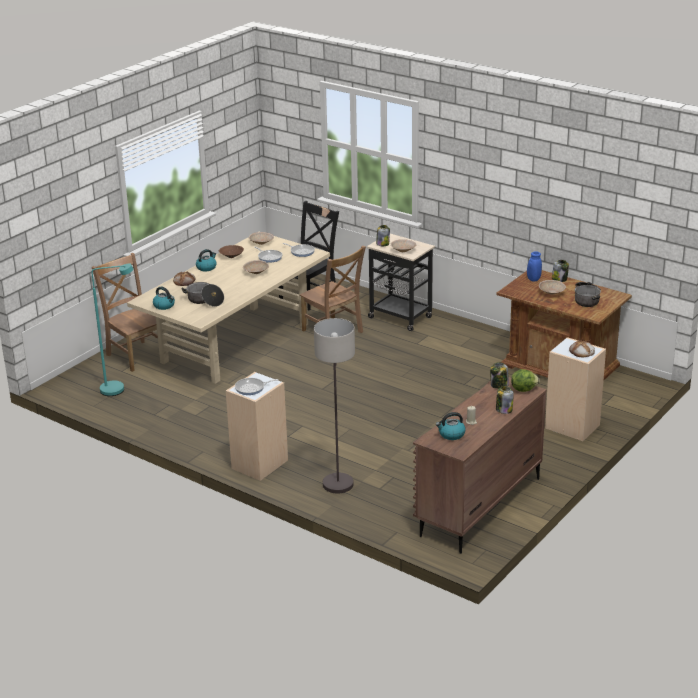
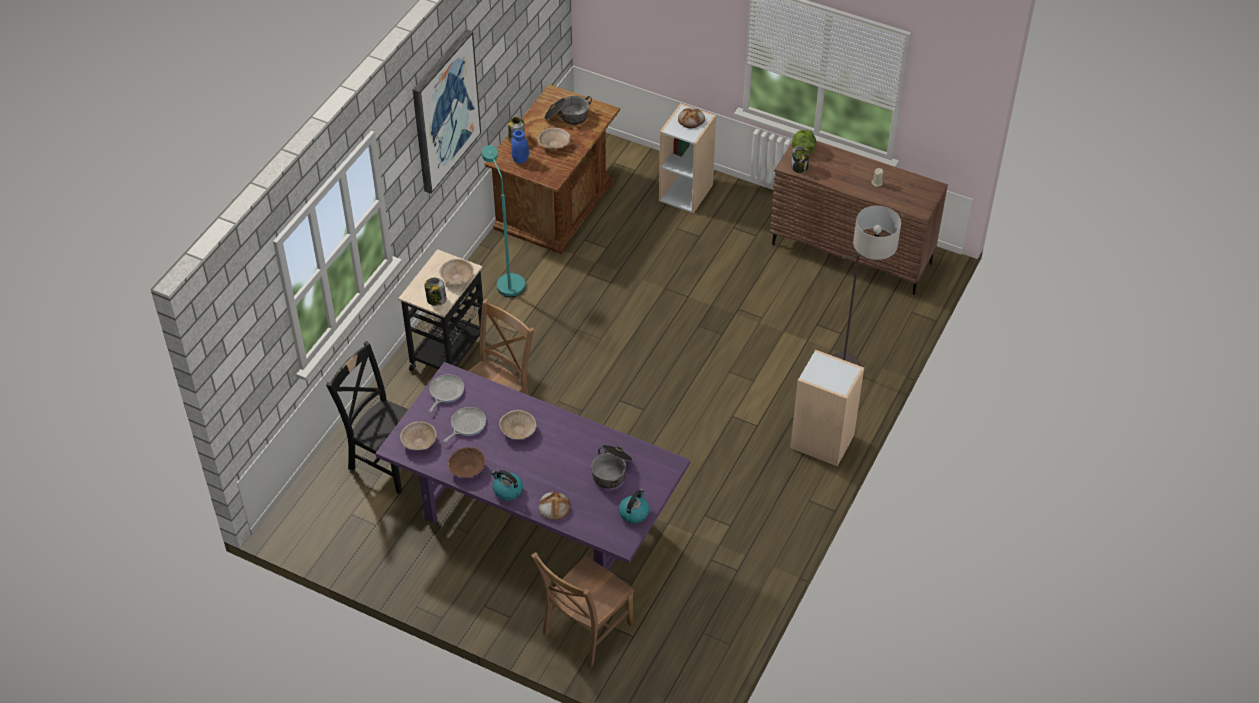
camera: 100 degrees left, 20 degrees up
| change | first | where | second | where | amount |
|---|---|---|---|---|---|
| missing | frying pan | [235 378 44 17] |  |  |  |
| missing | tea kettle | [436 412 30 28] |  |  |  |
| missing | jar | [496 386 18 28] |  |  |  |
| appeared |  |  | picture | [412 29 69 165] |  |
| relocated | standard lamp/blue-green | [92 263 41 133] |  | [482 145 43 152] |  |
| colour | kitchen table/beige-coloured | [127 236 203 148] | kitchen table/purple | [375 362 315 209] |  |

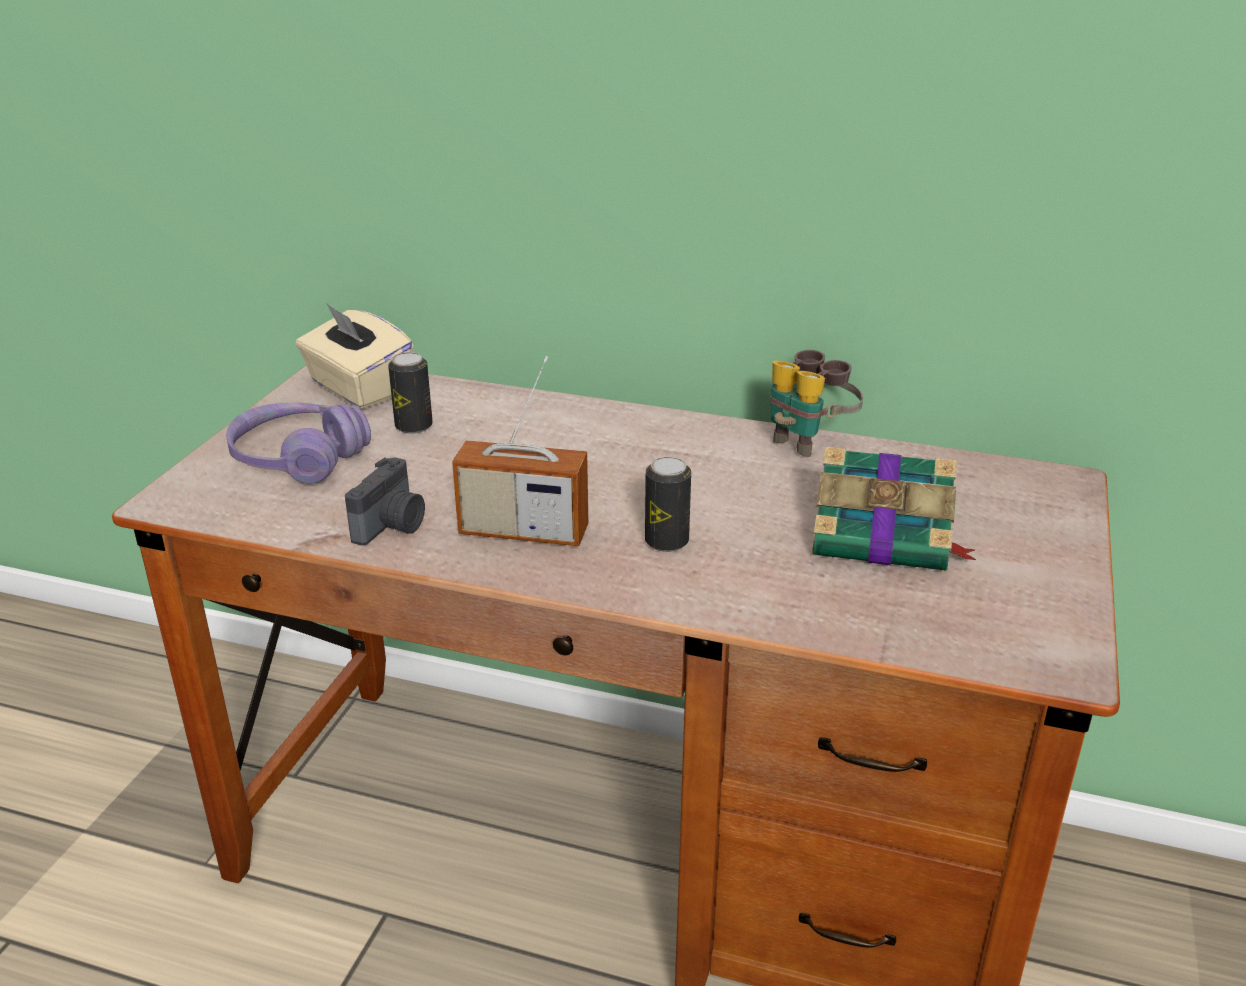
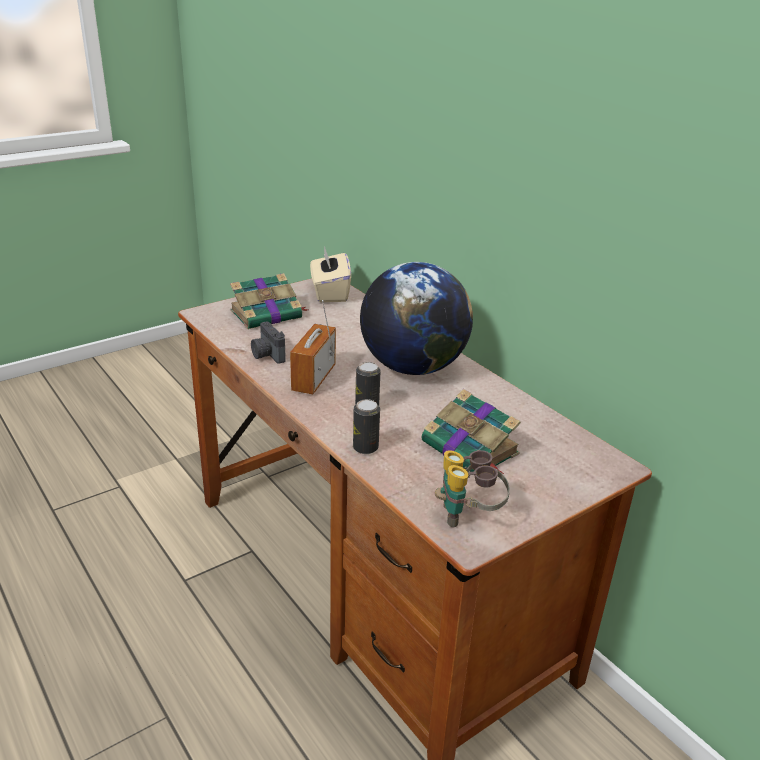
camera: 35 degrees right, 0 degrees up
| change | first | where | second | where | amount |
|---|---|---|---|---|---|
| appeared |  |  | globe | [360 262 113 113] |  |
| relocated | can | [388 352 45 82] |  | [353 399 27 55] |  |
| relocated | binoculars | [771 350 92 107] |  | [435 450 75 78] |  |
| exchanged | headphones/purple | [226 402 145 82] | bound book | [230 273 78 56] |  |
| spun | photo camera | [345 458 80 87] |  | [251 321 35 43] | 90 degrees clockwise |
| spun | radio set | [452 356 136 190] |  | [290 300 46 94] | 60 degrees clockwise |

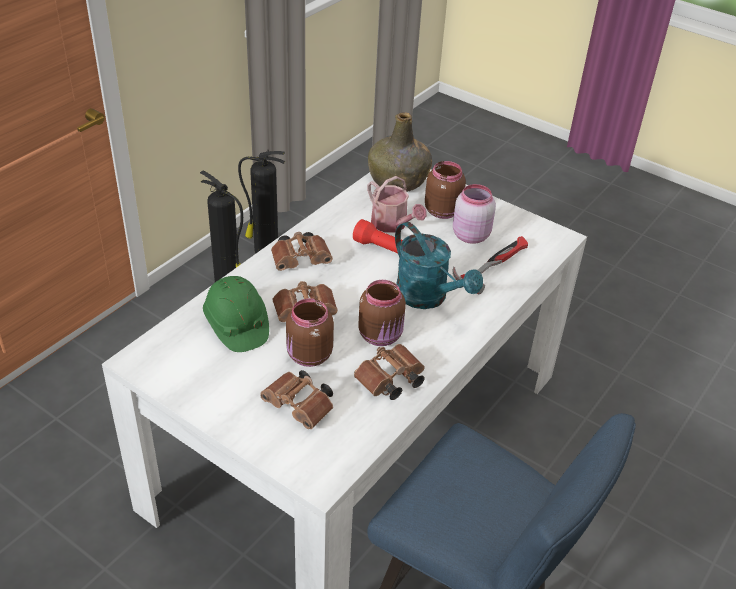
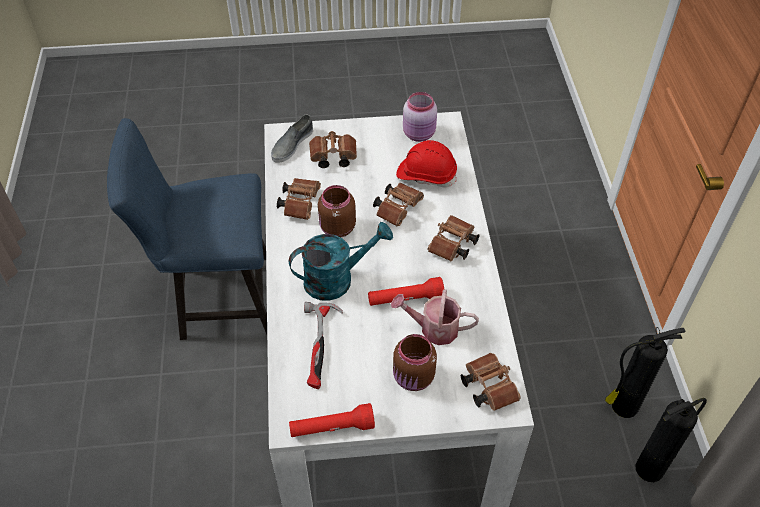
camera: 140 degrees right, 10 degrees up
| change | first | where | second | where | amount |
|---|---|---|---|---|---|
| missing | jar/brown-coloured | [286 298 48 69] |  |  |  |
| appeared |  |  | low shoe/gray | [271 115 42 48] |  |
| appeared |  |  | hand torch/reddish | [289 403 86 34] |  |
| relocated | jar/pink-coloured | [453 184 43 60] |  | [403 92 34 50] |  |
| exchanged | drink bottle/green-coloured | [368 112 64 80] | binoculars/brown-coloured | [461 353 60 58] |  |
| colour | safety helmet/green-coloured | [203 276 66 76] | safety helmet/reddish | [396 140 61 48] |  |
| spun | watering can/blue-green | [395 222 88 87] |  | [289 222 104 79] | 150 degrees clockwise |

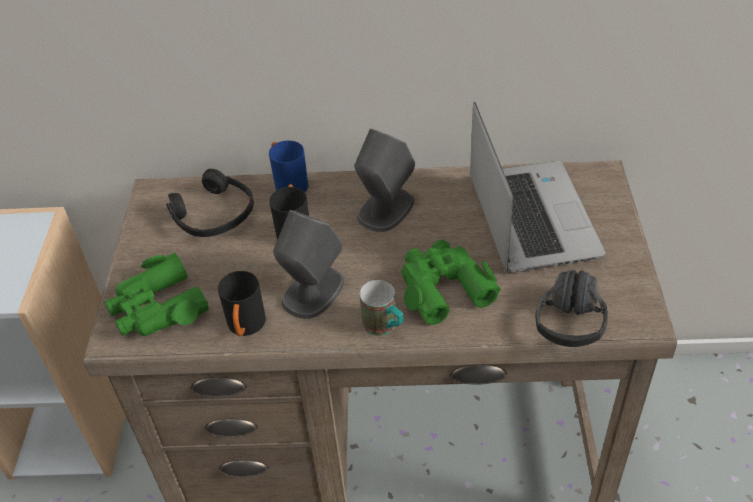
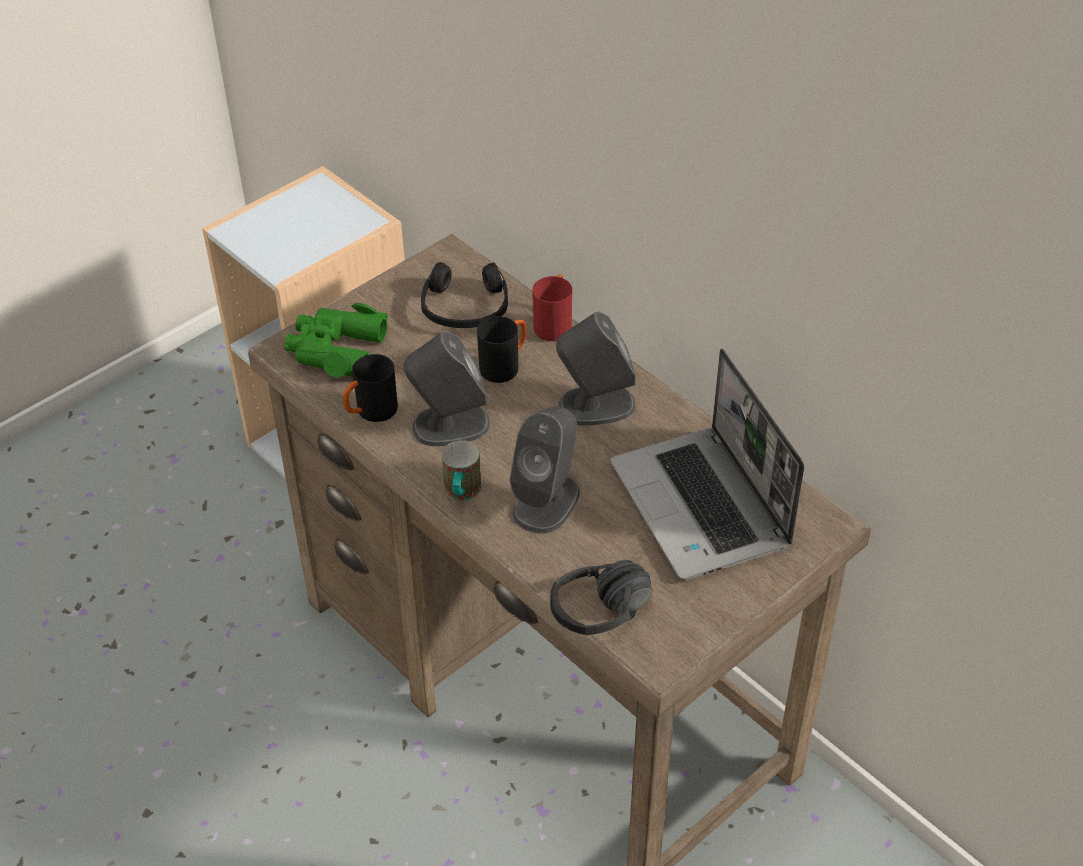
camera: 45 degrees right, 0 degrees up
| change | first | where | second | where | amount |
|---|---|---|---|---|---|
| exchanged | binoculars/green-coloured | [401 240 100 85] | audio speaker/gray | [510 406 70 128] |  |
| colour | coffee mug/blue-coloured | [269 141 39 51] | coffee mug/reddish | [532 274 40 67] |  |
| spun | notebook computer | [470 102 136 171] |  | [610 349 194 231] | 120 degrees clockwise |

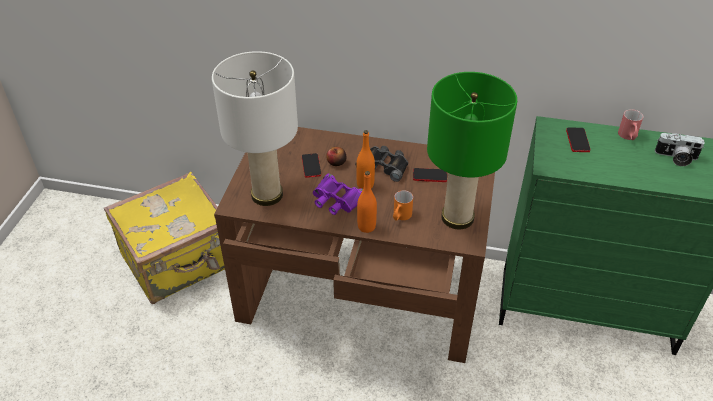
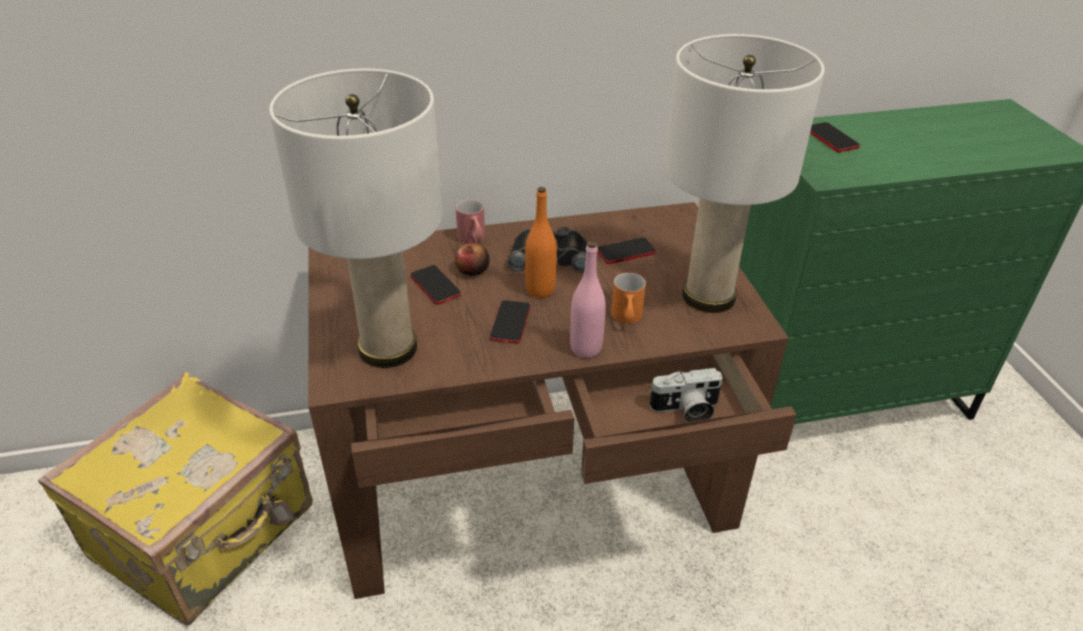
camera: 25 degrees left, 5 degrees down
| change | first | where | second | where | amount |
|---|---|---|---|---|---|
| relocated | coffee mug/reddish | [618 109 25 31] |  | [456 199 29 45] |  |
| relocated | photo camera | [655 133 50 33] |  | [649 368 74 54] |  |
| exchanged | binoculars/purple | [313 174 50 41] | handset | [490 300 40 44] |  |
| colour | drink bottle/orangey | [357 171 20 62] | drink bottle/pink-coloured | [570 241 36 117] |  |
| colour | tabletop lamp/green-coloured | [427 72 90 158] | tabletop lamp/whitish | [664 34 161 279] |  |

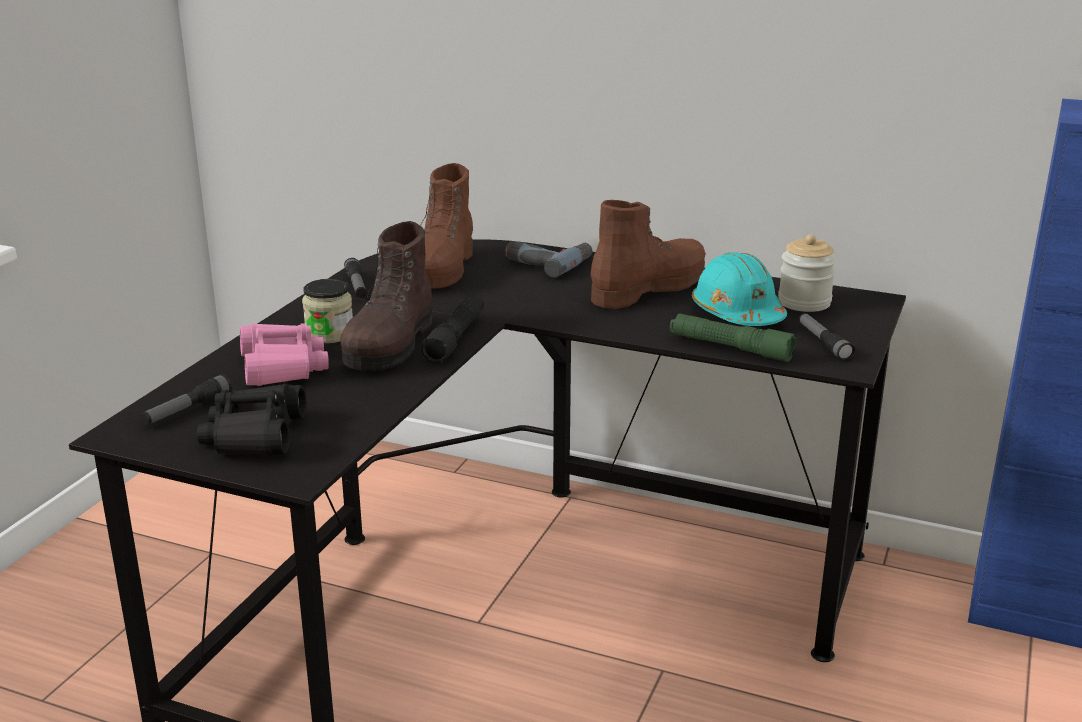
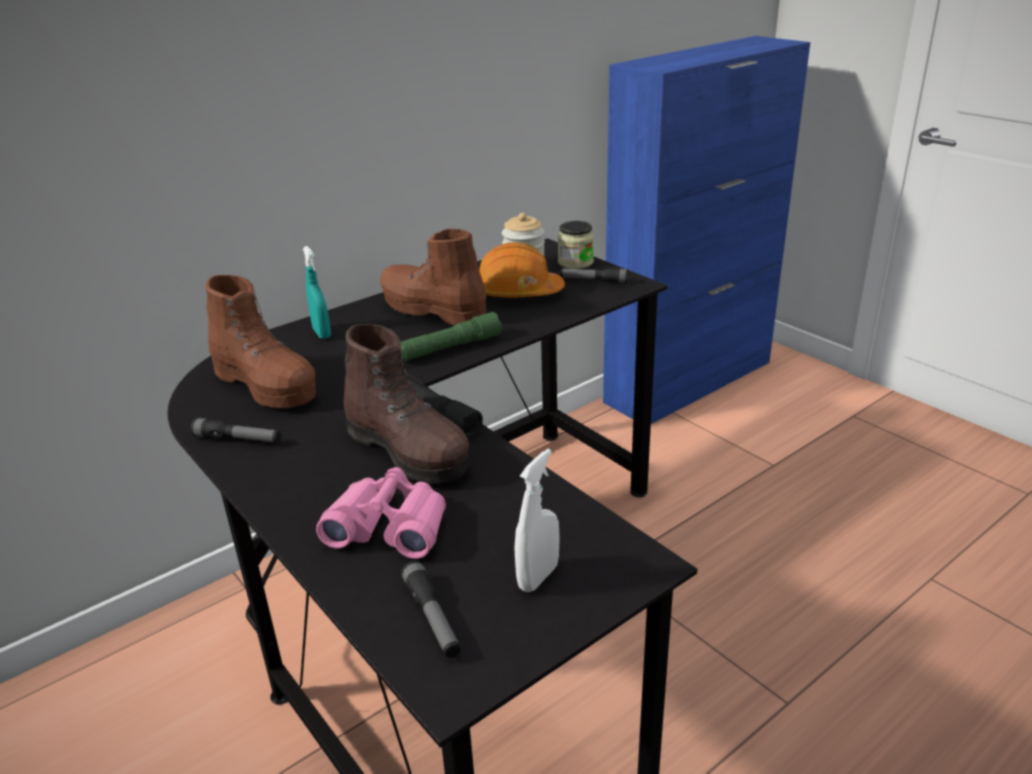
camera: 60 degrees left, 5 degrees up
| change | first | where | second | where | amount |
|---|---|---|---|---|---|
| relocated | jar | [302 279 51 64] |  | [558 221 36 48] |  |
| relocated | hand torch/green-coloured | [670 314 126 48] |  | [401 312 101 49] |  |
| exchanged | binoculars/black-coloured | [197 384 110 72] | spray bottle/whitish | [514 449 46 143] |  |
| exchanged | power drill | [505 241 88 36] | spray bottle/blue-green | [303 246 28 93] |  |
| colour | safety helmet/blue-green | [692 252 95 74] | safety helmet/orangey | [479 242 86 55] |  |
| spun | boot/brown-coloured | [591 200 115 109] |  | [380 229 107 96] | 45 degrees counterclockwise |

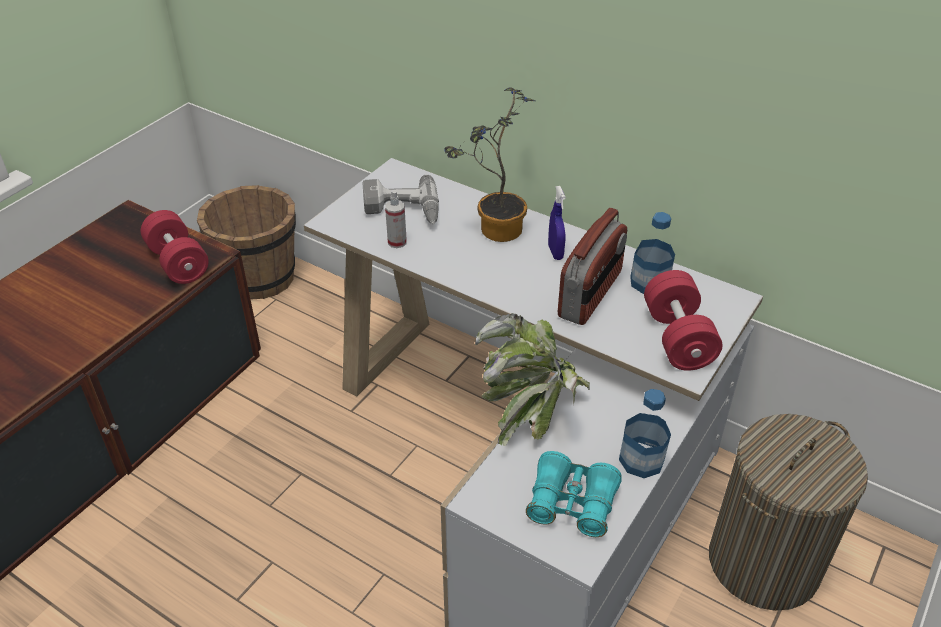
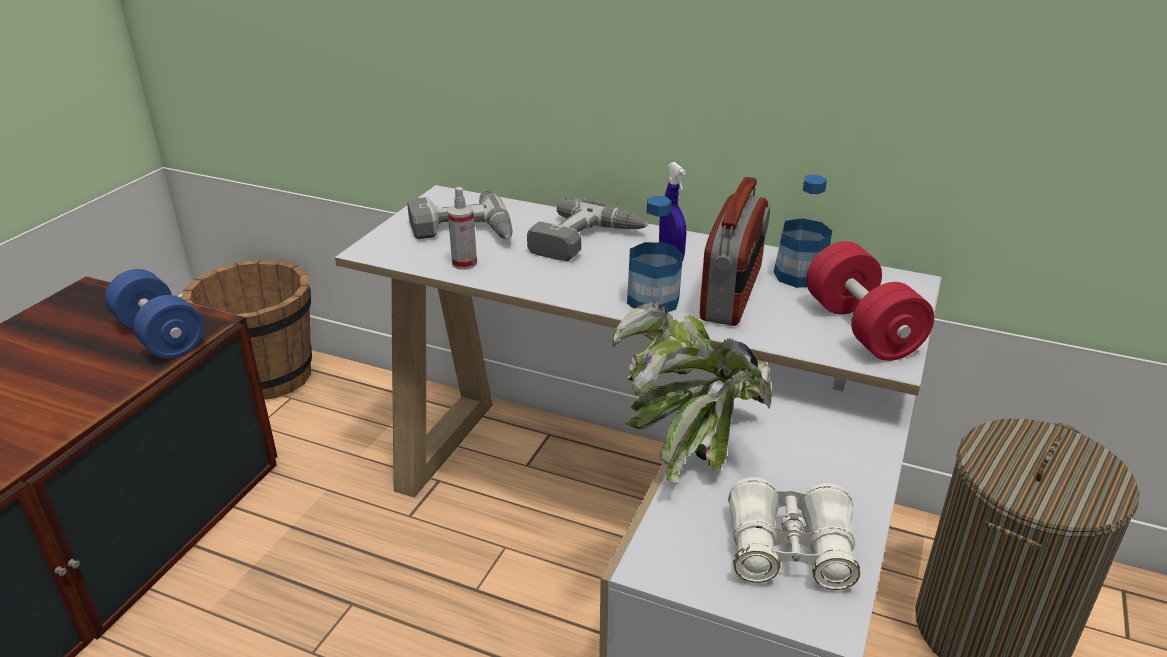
camera: 10 degrees left, 10 degrees down
| change | first | where | second | where | amount |
|---|---|---|---|---|---|
| relocated | drink bottle | [619 389 52 89] |  | [627 196 56 116] |  |
| exchanged | houseplant | [444 87 91 155] | power drill | [527 198 122 63] |  |
| colour | free weight/reddish | [141 210 68 74] | free weight/blue-coloured | [105 269 99 90] |  |
| colour | binoculars/blue-green | [526 451 96 86] | binoculars/whitish | [728 477 133 113] |  |

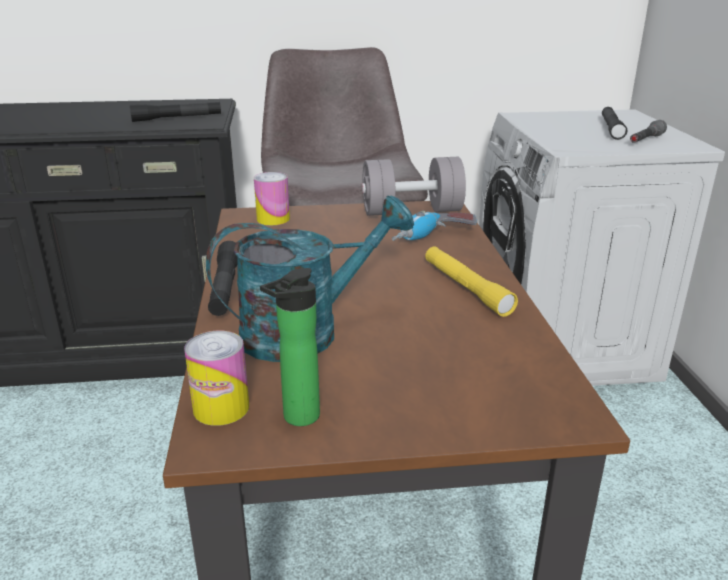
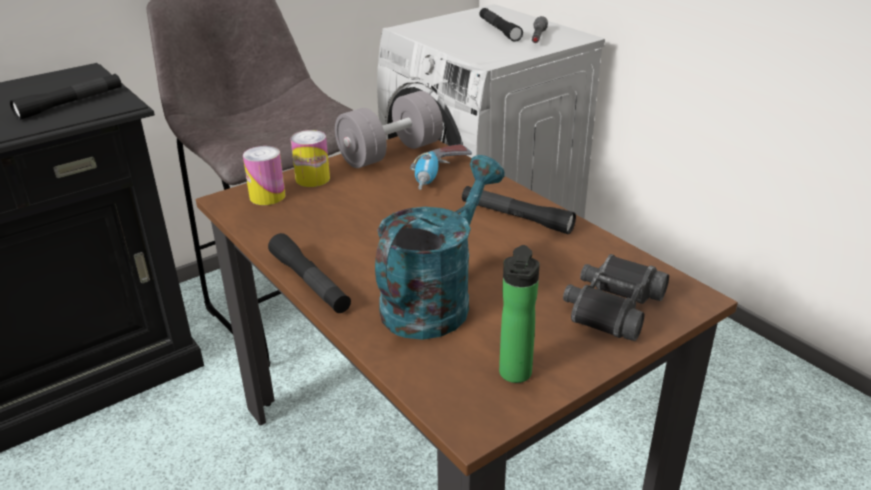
camera: 30 degrees left, 5 degrees up
| change | first | where | second | where | amount |
|---|---|---|---|---|---|
| appeared |  |  | binoculars/black-coloured | [563 254 106 87] |  |
| relocated | can | [184 331 65 95] |  | [290 130 40 57] |  |
| colour | hand torch/yellowish | [425 246 93 71] | hand torch/black-coloured | [462 186 114 48] |  |

